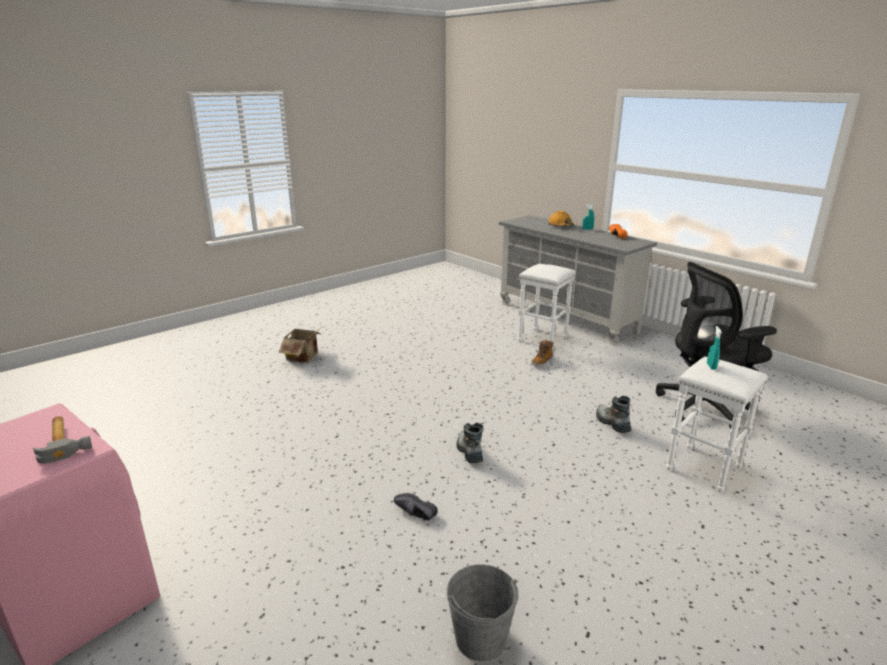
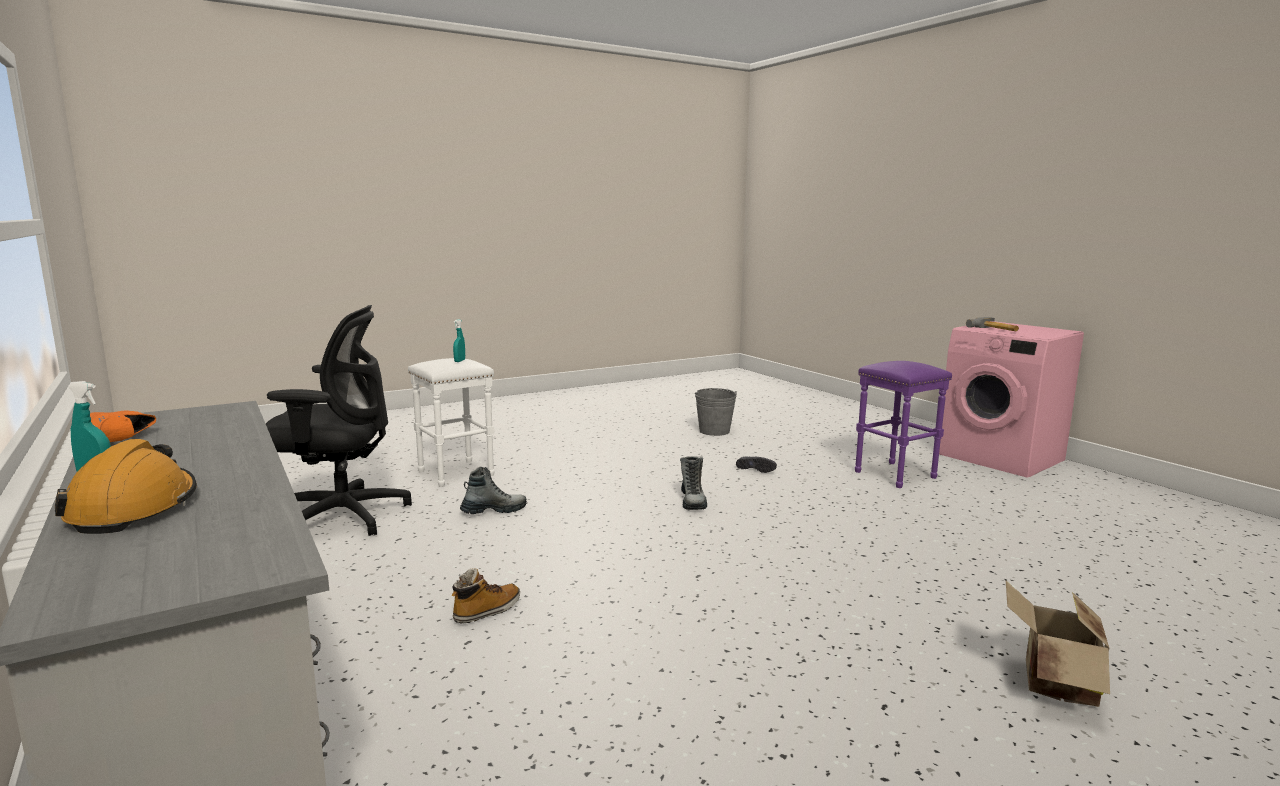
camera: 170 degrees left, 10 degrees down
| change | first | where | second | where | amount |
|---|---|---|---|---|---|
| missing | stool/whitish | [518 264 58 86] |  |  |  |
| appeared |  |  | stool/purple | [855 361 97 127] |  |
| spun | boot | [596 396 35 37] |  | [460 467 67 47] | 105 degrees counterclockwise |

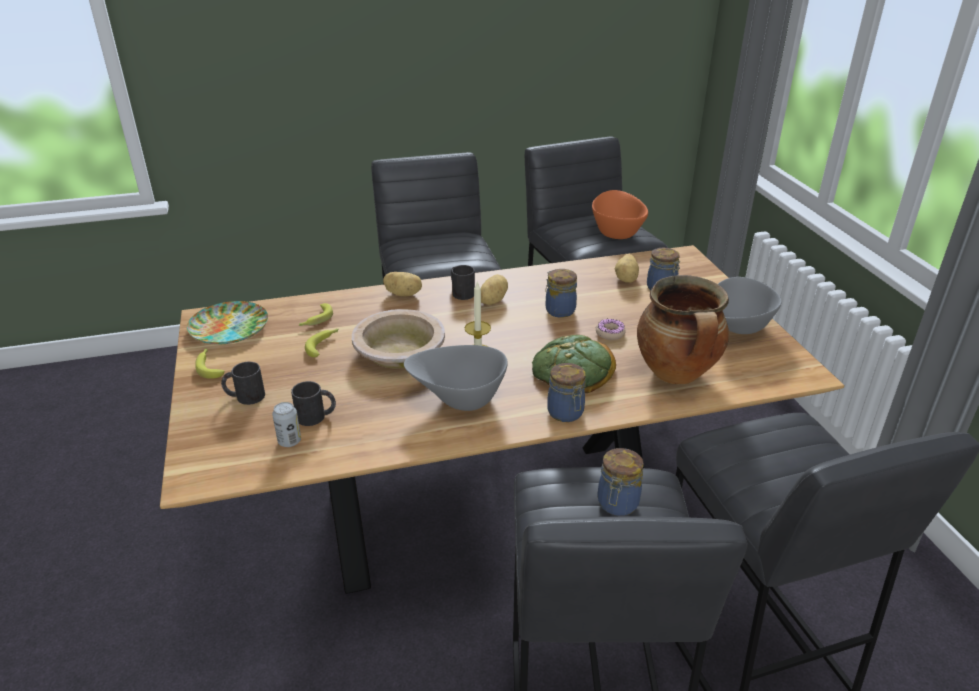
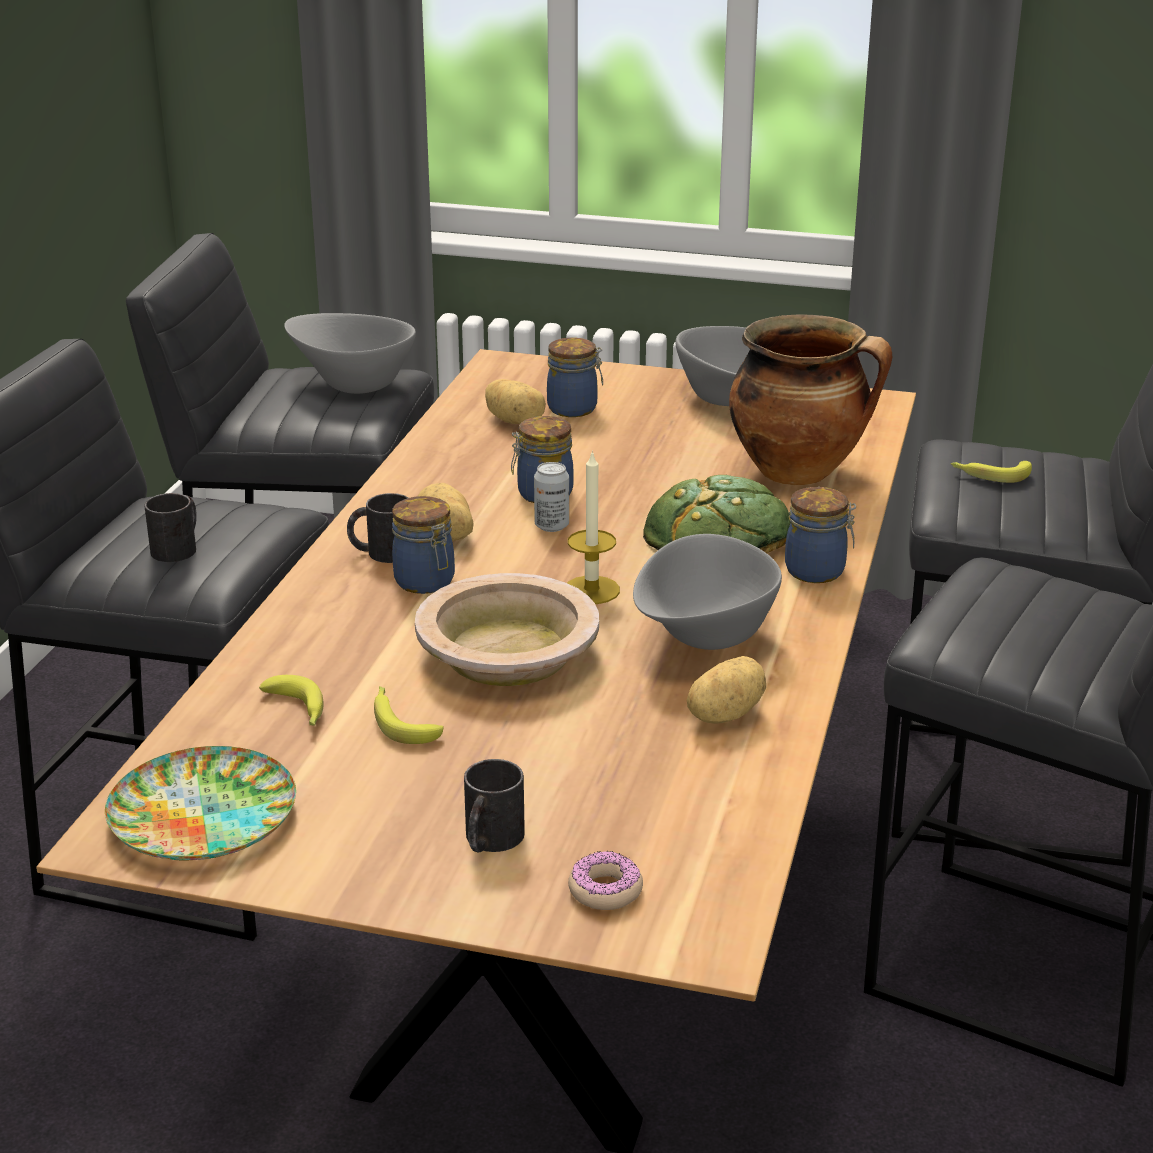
camera: 60 degrees left, 5 degrees down
| change | first | where | second | where | amount |
|---|---|---|---|---|---|
| relocated | banana fruit | [195 348 30 31] |  | [951 461 81 22] |  |
| relocated | can | [272 402 29 45] |  | [534 462 35 70] |  |
| relocated | coffee mug/black-coloured | [291 381 45 45] |  | [144 493 53 69] |  |
| relocated | spud | [383 272 39 25] |  | [687 656 79 68] |  |
| relocated | ring doughnut | [596 319 30 21] |  | [568 851 75 59] |  |
| relocated | jar | [598 448 46 68] |  | [392 496 63 98] |  |
| colour | serving bowl/orangey | [592 190 56 49] | serving bowl/gray | [284 313 132 81] |  |

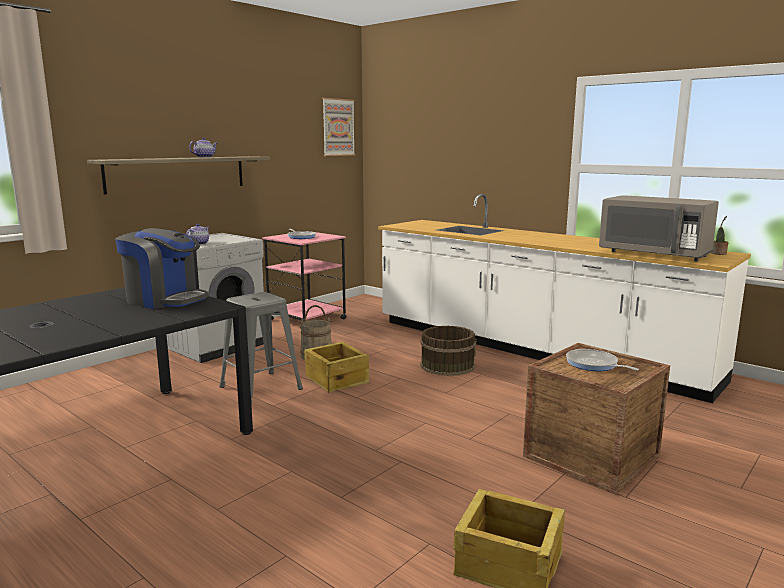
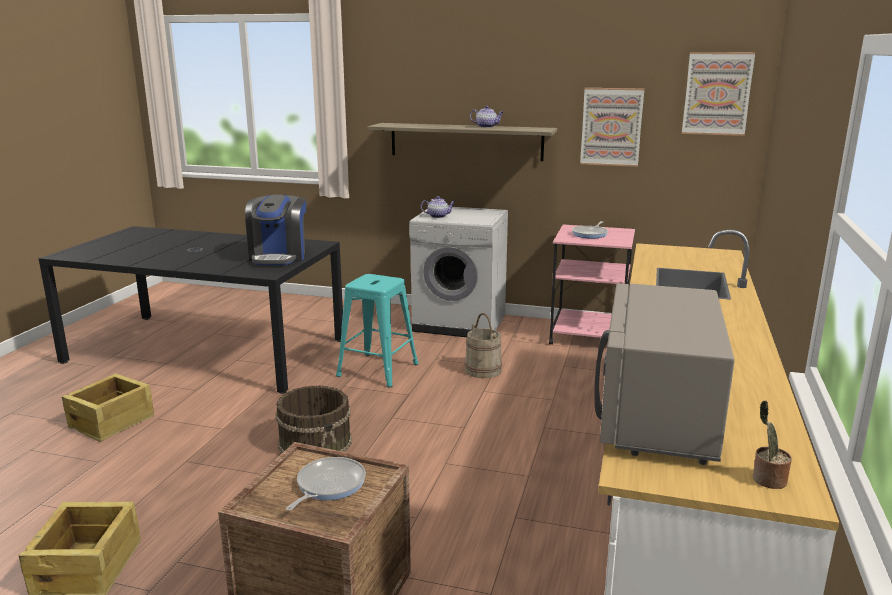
camera: 65 degrees right, 5 degrees up
| change | first | where | second | where | amount |
|---|---|---|---|---|---|
| appeared |  |  | picture | [580 88 64 79] |  |
| relocated | packing crate | [304 342 66 50] |  | [62 374 92 68] |  |
| relocated | water bucket/brown-coloured | [420 326 57 50] |  | [276 385 76 68] |  |
| colour | stool/gray | [219 292 84 113] | stool/blue-green | [336 274 83 113] |  |

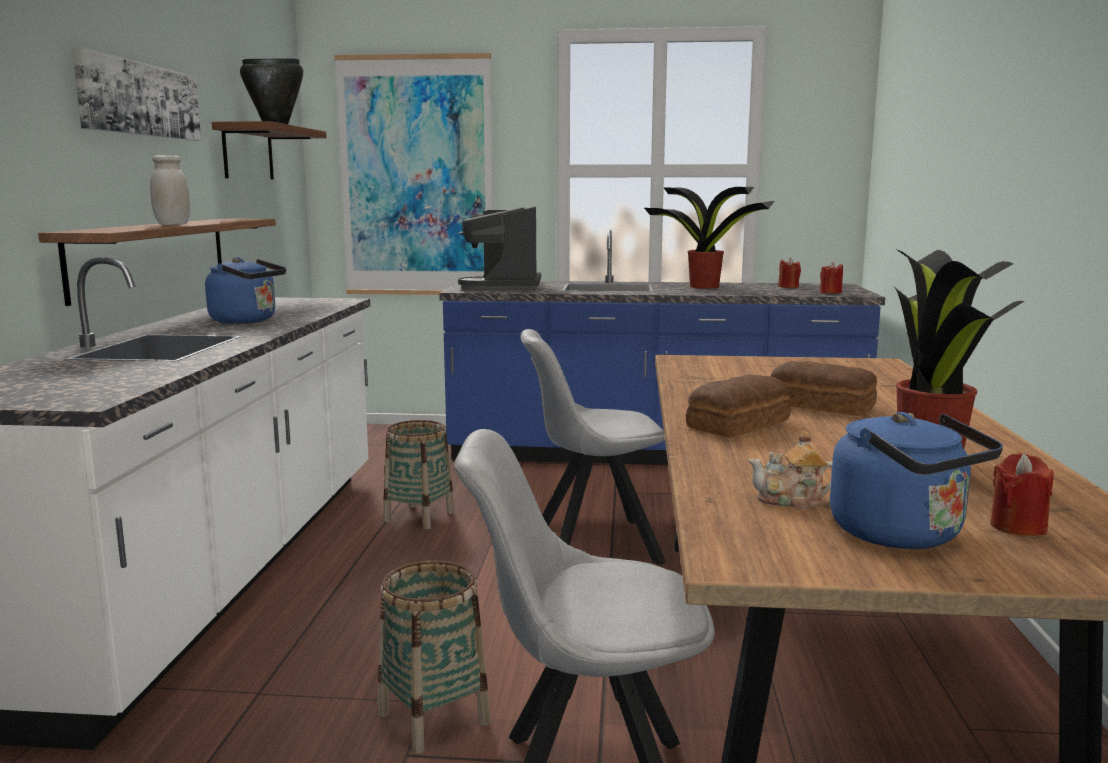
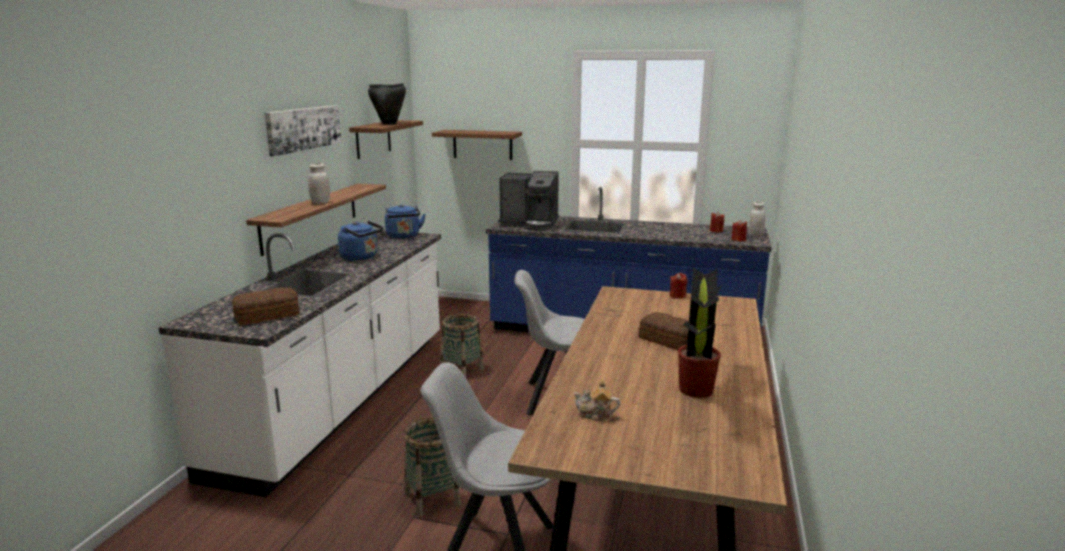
camera: 10 degrees right, 5 degrees up
| change | first | where | second | where | amount |
|---|---|---|---|---|---|
| missing | houseplant | [644 187 131 102] |  |  |  |
| appeared |  |  | jar/whitish | [749 202 17 35] |  |
| relocated | bakery bread | [686 375 104 62] |  | [232 287 68 38] |  |
| relocated | tea kettle/blue-coloured | [830 412 173 137] |  | [385 204 41 35] |  |
| relocated | candle/reddish | [990 453 64 83] |  | [670 273 18 26] |  |
| exchanged | picture | [334 53 159 242] | bracket shelf/brown-coloured | [432 130 90 30] |  |
| spun | coffee brewer | [458 207 83 84] |  | [498 171 61 60] | 90 degrees counterclockwise |

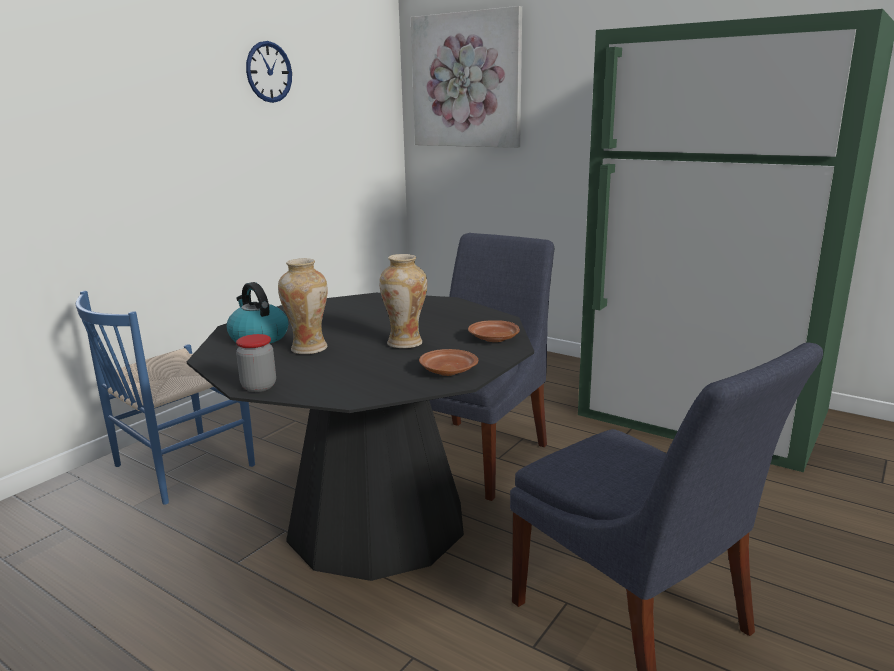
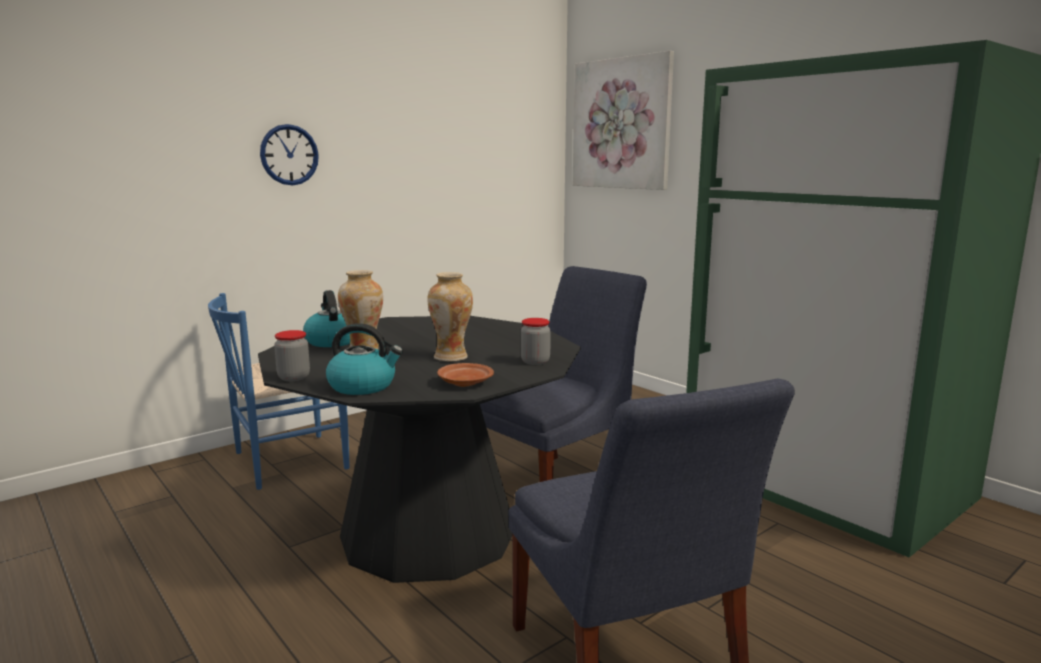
camera: 15 degrees right, 5 degrees down
| change | first | where | second | where | amount |
|---|---|---|---|---|---|
| appeared |  |  | tea kettle | [326 323 77 72] |  |
| relocated | clock on the wall | [246 41 46 62] |  | [260 124 59 61] |  |
| exchanged | dinner plate/brown-coloured | [468 320 52 22] | jar | [521 318 30 47] |  |

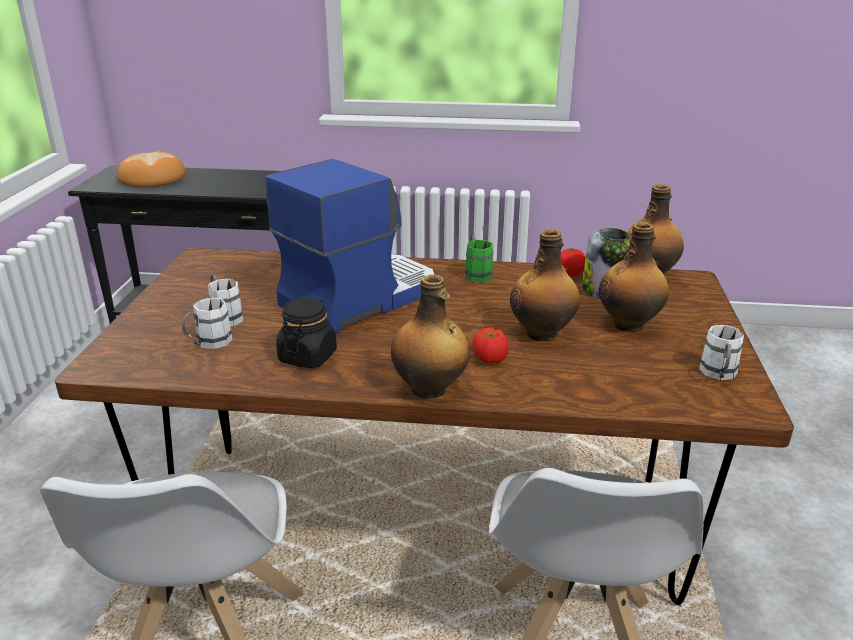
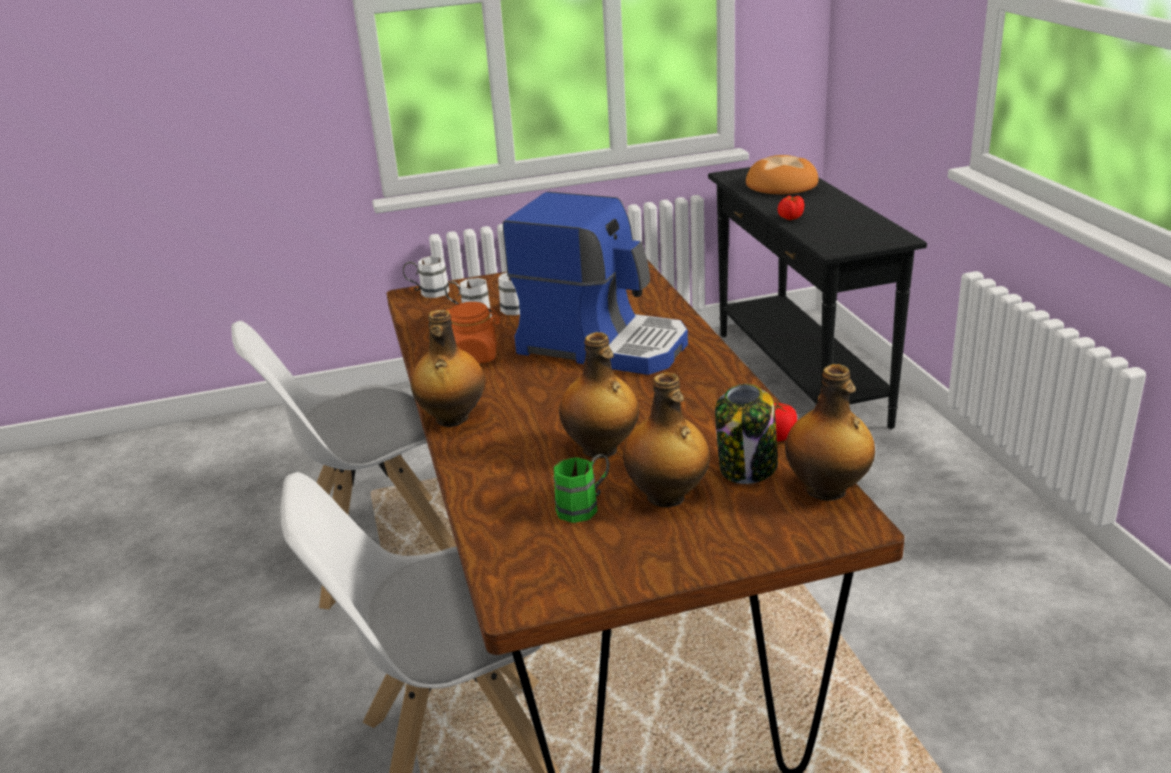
camera: 70 degrees right, 0 degrees up
| change | first | where | second | where | amount |
|---|---|---|---|---|---|
| relocated | coffee mug/green-coloured | [465 235 28 48] |  | [553 454 57 69] |  |
| relocated | fresh tomato | [472 327 36 37] |  | [778 195 26 25] |  |
| relocated | coffee mug/whitish | [699 325 45 55] |  | [403 256 47 42] |  |
| colour | jar/black-coloured | [276 298 61 70] | jar/orangey | [447 302 53 61] |  |

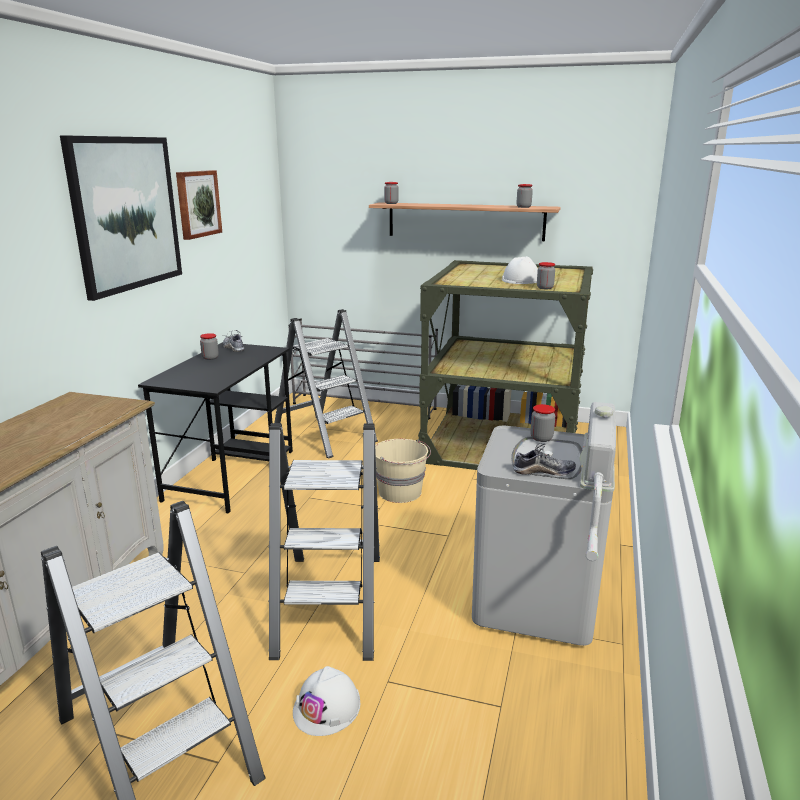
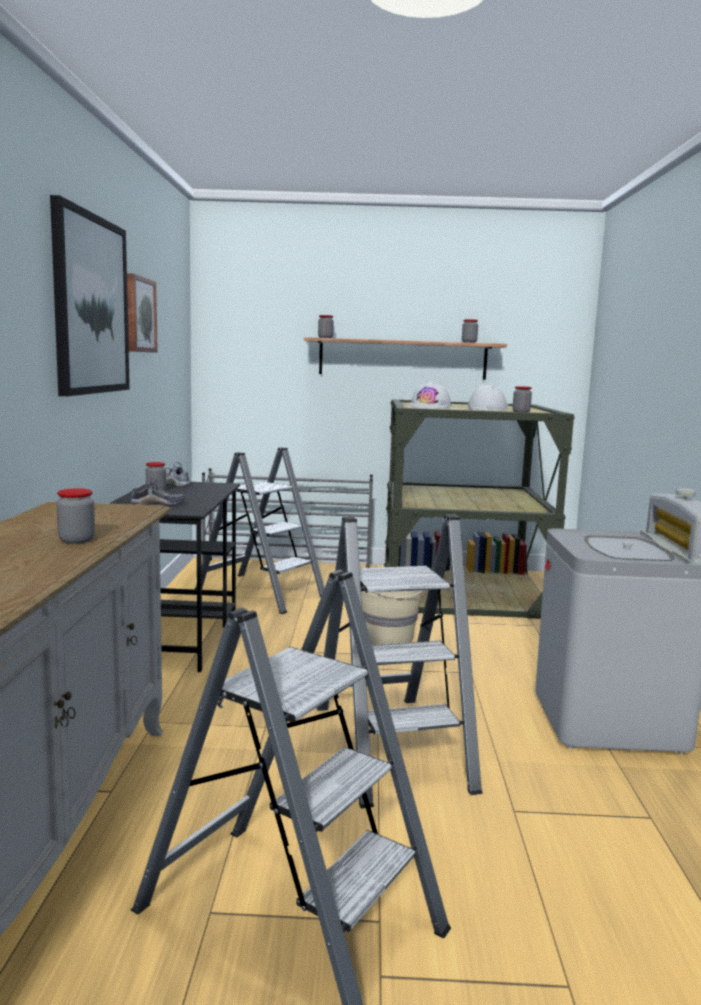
camera: 15 degrees left, 10 degrees down
| change | first | where | second | where | amount |
|---|---|---|---|---|---|
| relocated | safety helmet/whitish | [293 666 67 70] |  | [409 381 42 27] |  |
| relocated | low shoe | [513 443 63 33] |  | [131 478 54 27] |  |
| relocated | jar | [530 404 25 38] |  | [56 488 39 56] |  |

